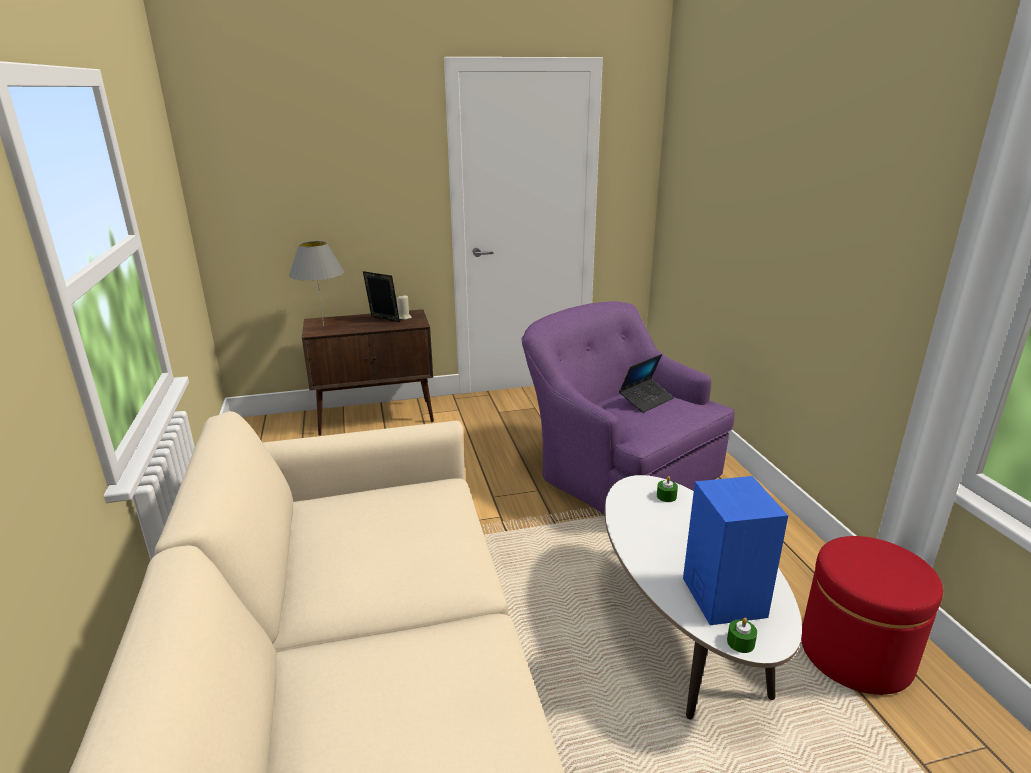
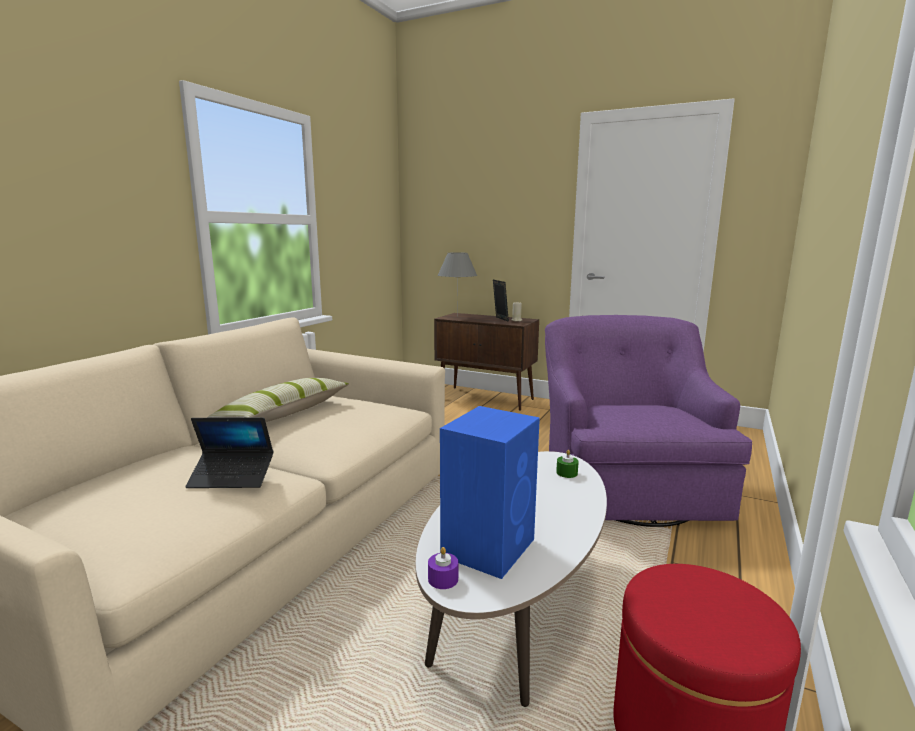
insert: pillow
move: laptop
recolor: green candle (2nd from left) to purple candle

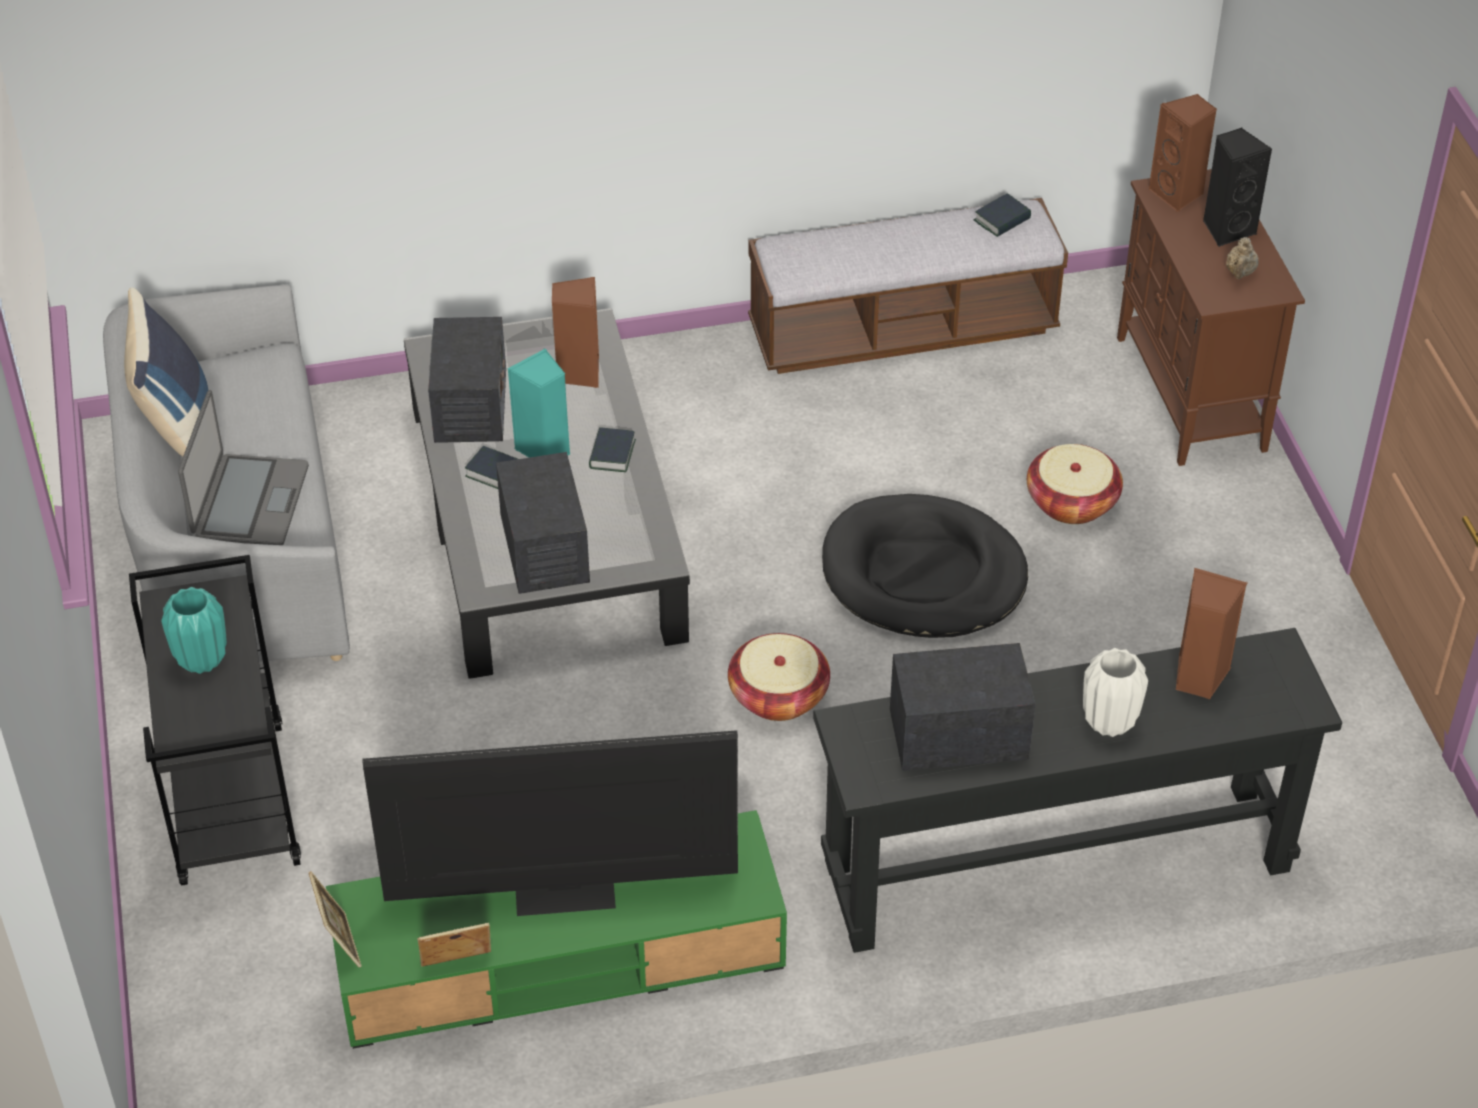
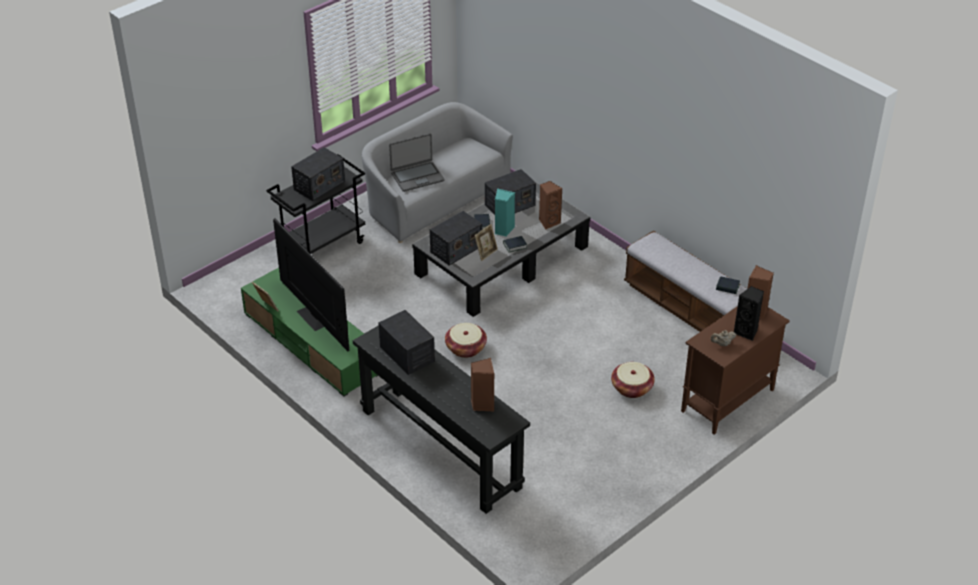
delete: blue pillow; black dog bed; white vase
move: picture frame (1st from left in the first image) to picture frame (2nd from left)
replace: turquoise vase to radio (1st from left)

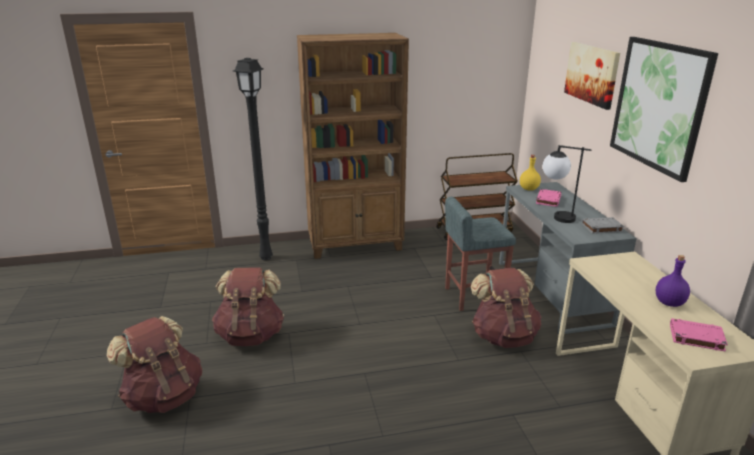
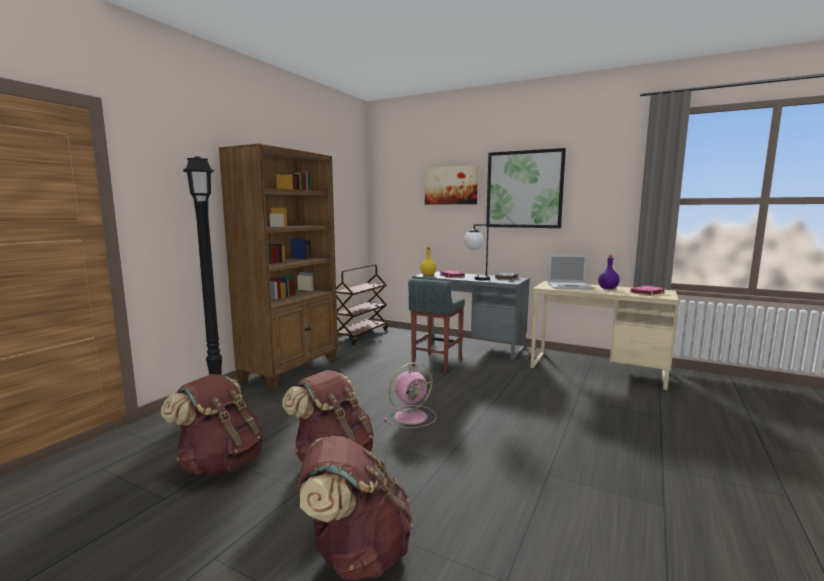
insert: laptop; pink fan
move: brown backpack (3rd from left in the first image) to brown backpack (1st from left)

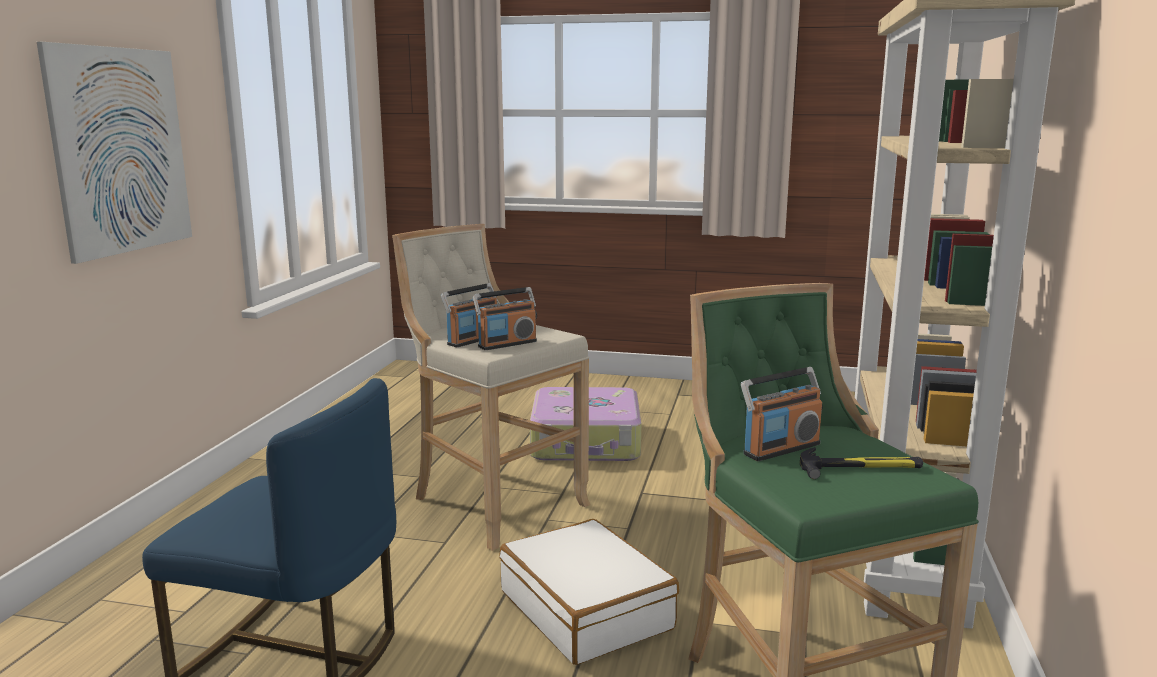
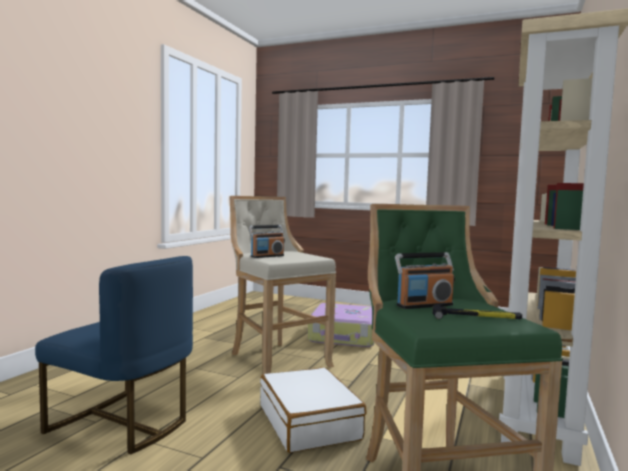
delete: picture; radio (2nd from left)

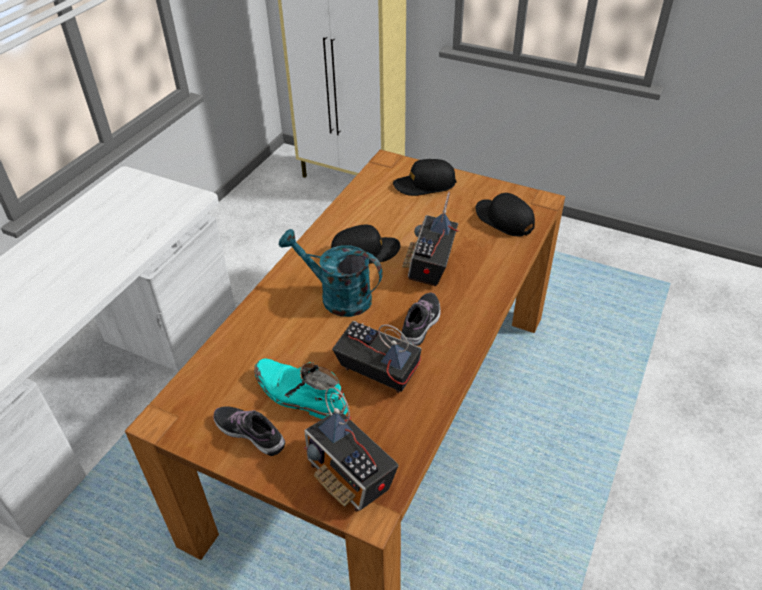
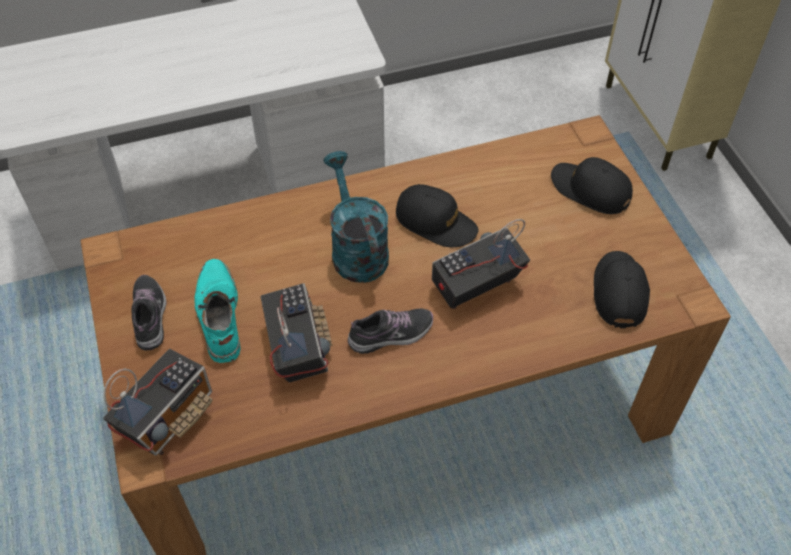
rotate: radio (1st from left) 150 degrees counterclockwise

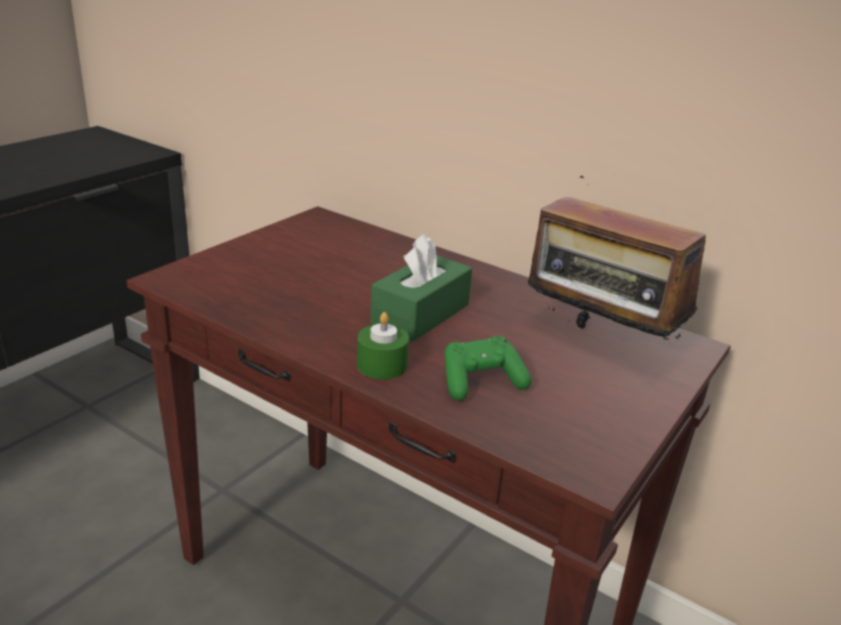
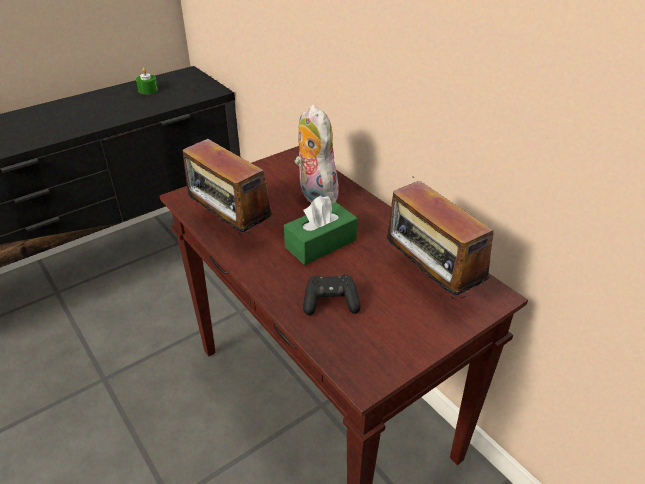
insert: plush toy; radio (1st from left)
move: green candle
recolor: green game controller to black game controller

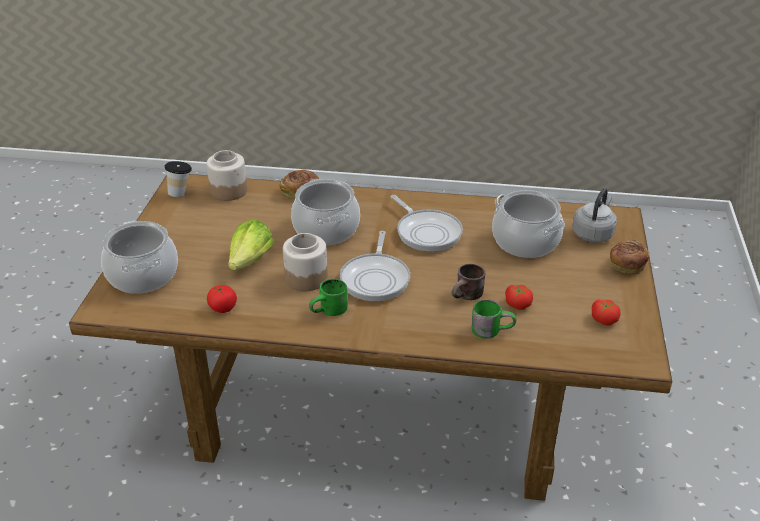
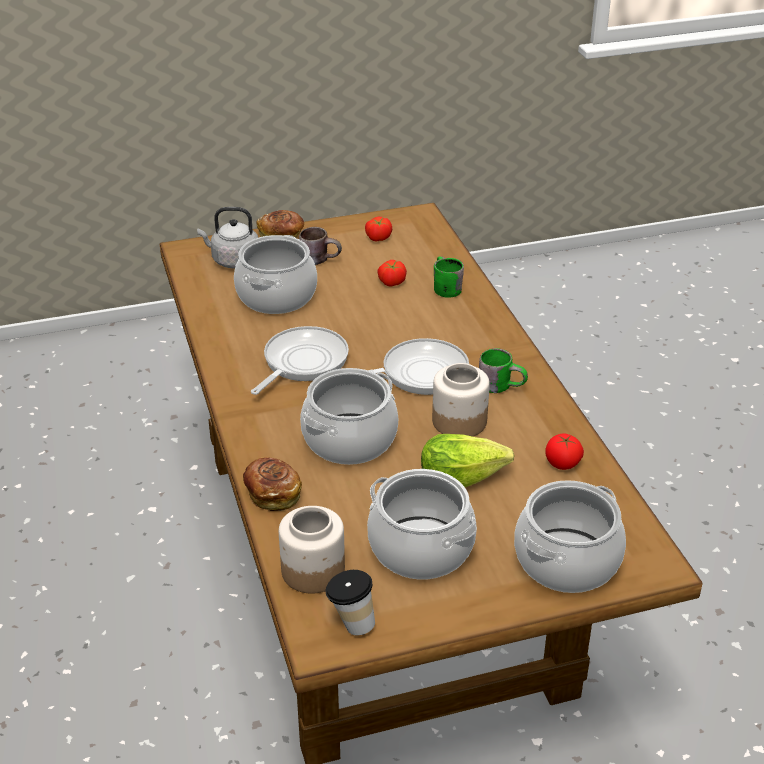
insert: cooking pot (3rd from left)
move: brown mug

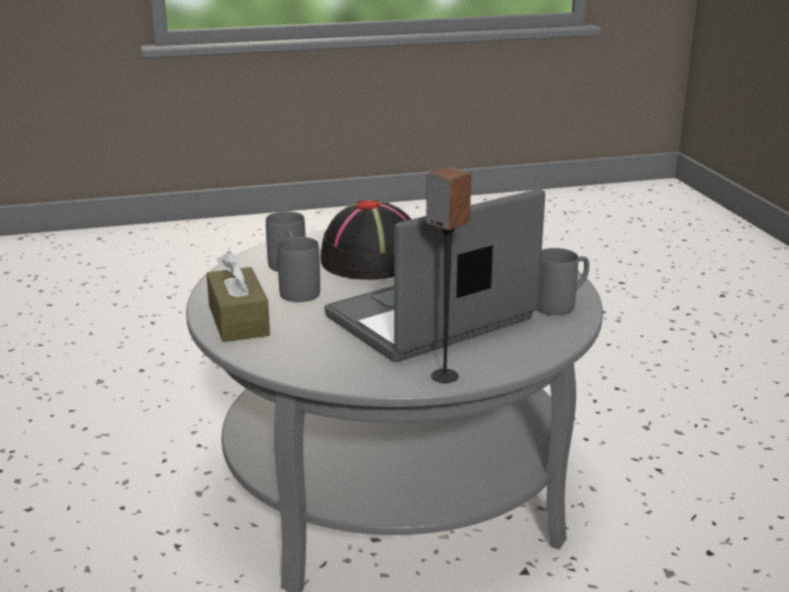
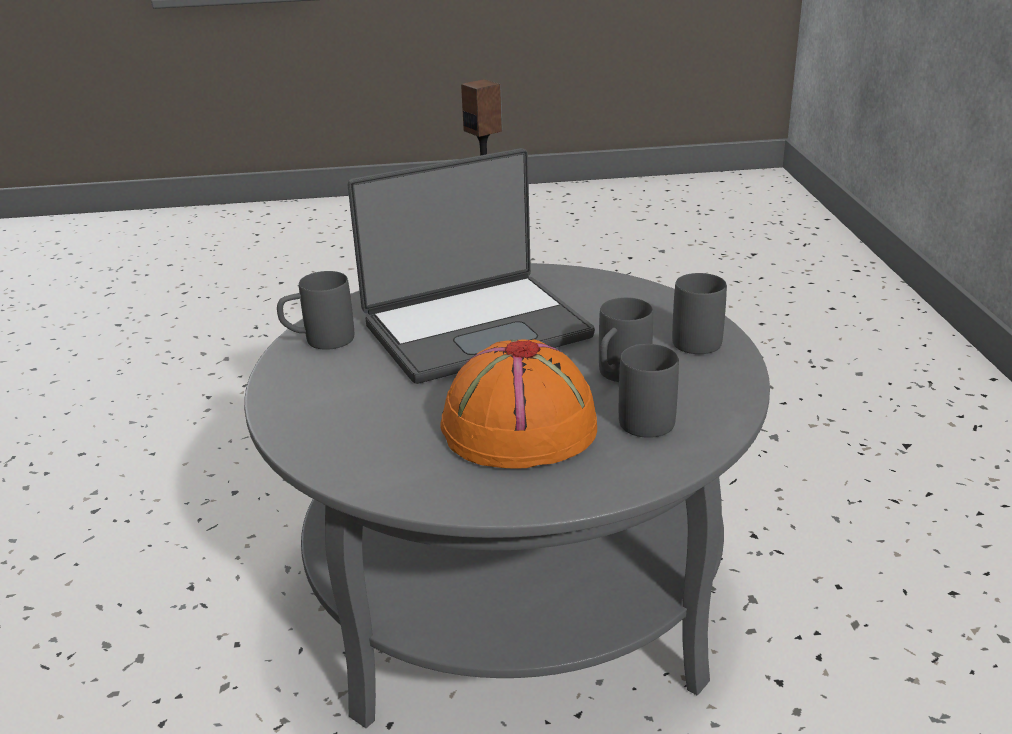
replace: brown tissue box to grey mug (4th from left)
recolor: black hat to orange hat

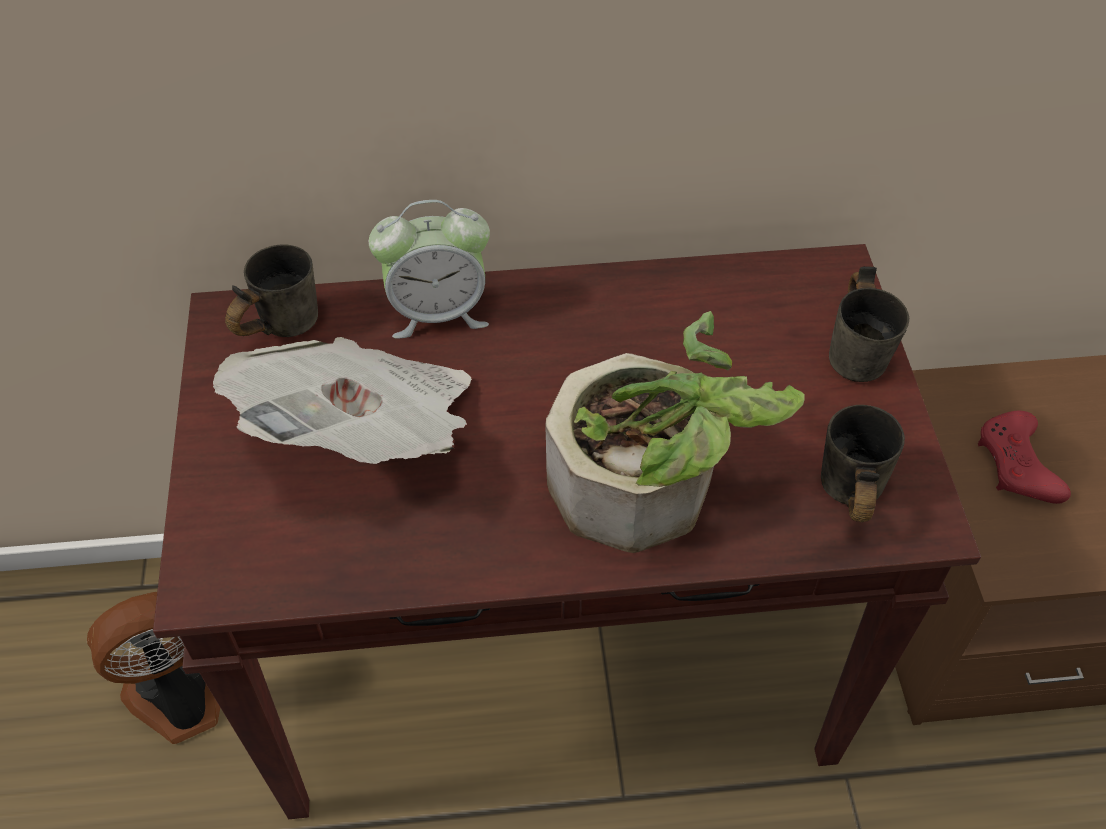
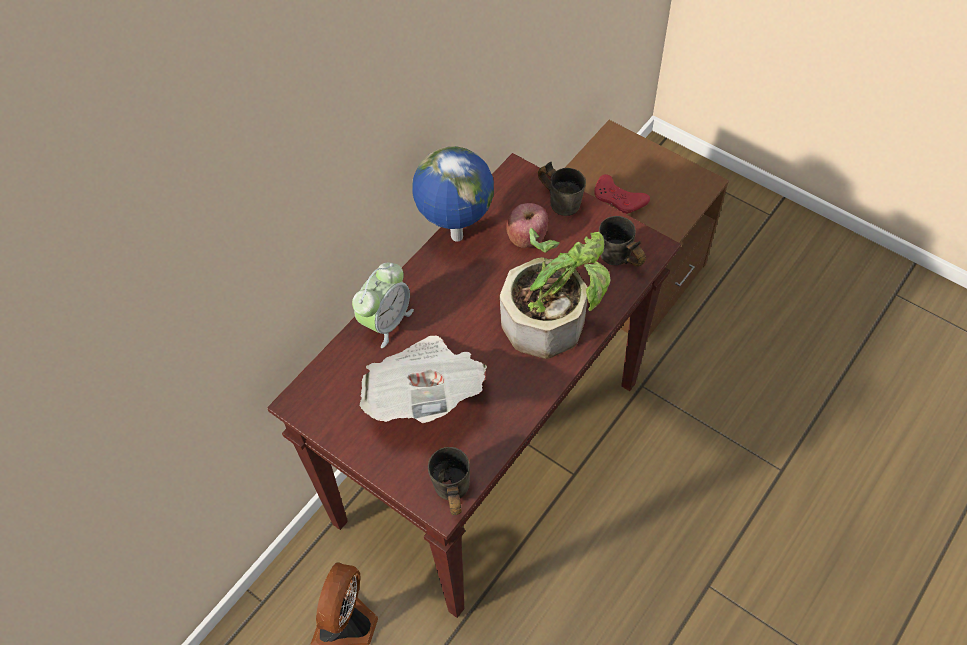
insert: globe; apple
move: grey mug (1st from left)

